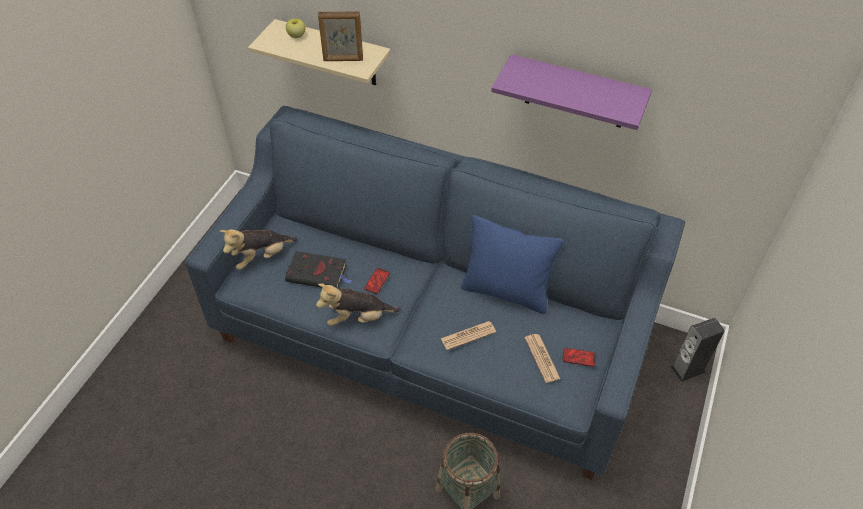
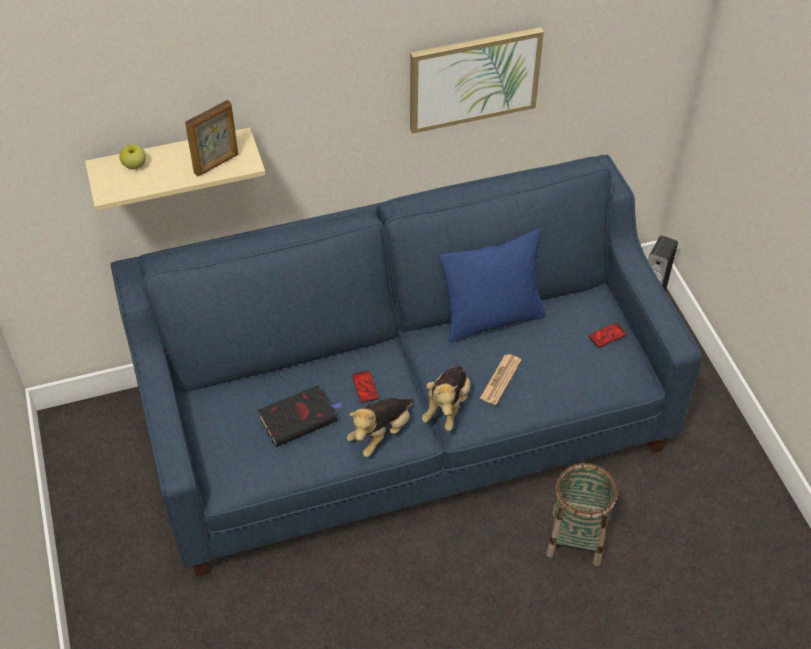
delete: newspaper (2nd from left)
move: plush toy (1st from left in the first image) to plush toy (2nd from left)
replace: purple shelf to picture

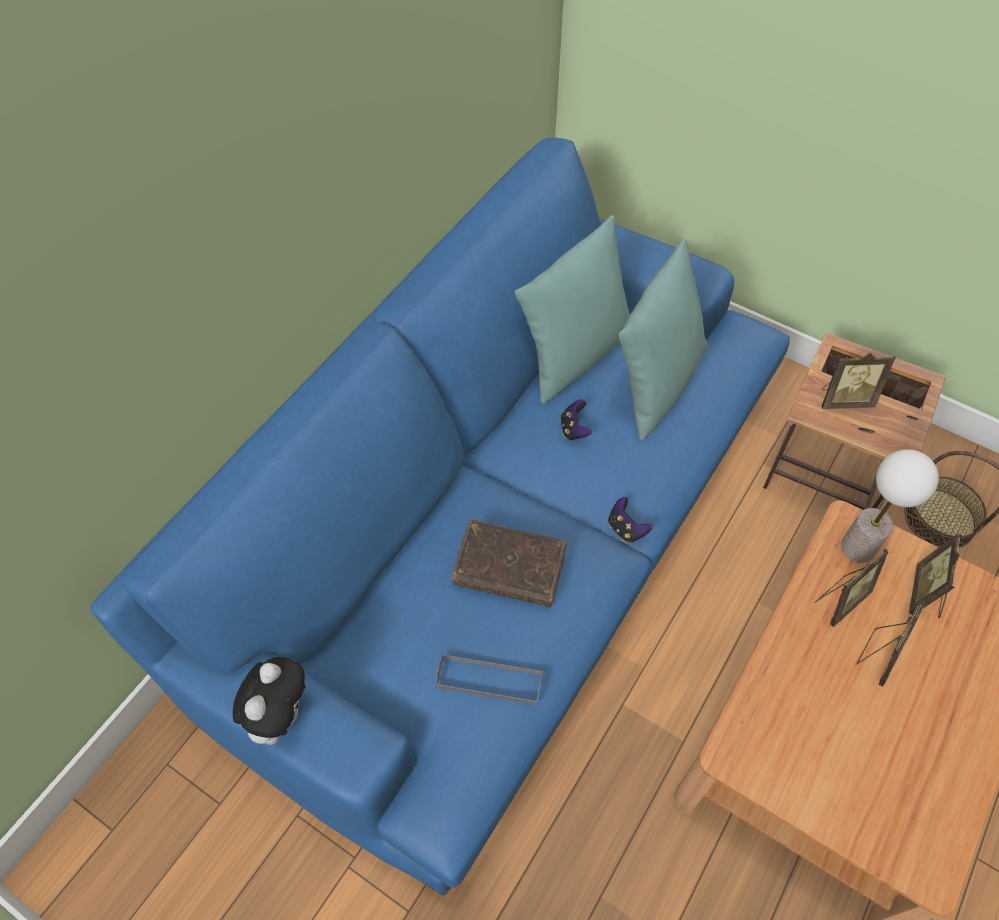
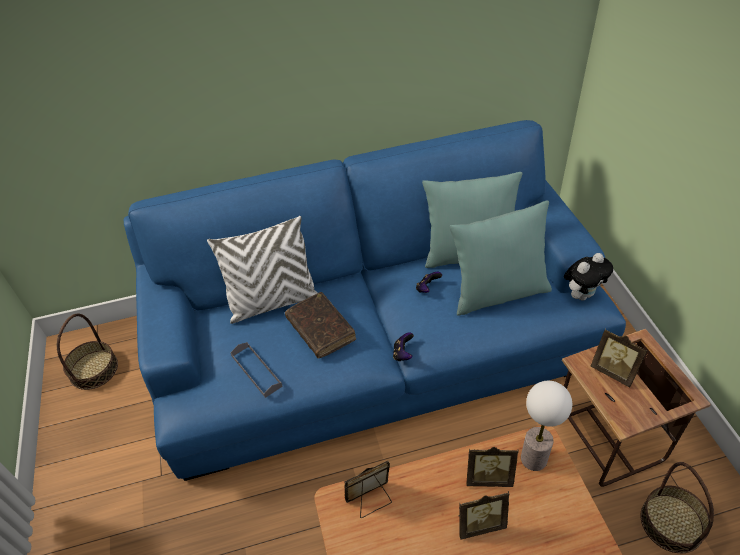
insert: white pillow; basket (1st from left)
move: picture frame (4th from left in the first image) to picture frame (1st from left); plush toy

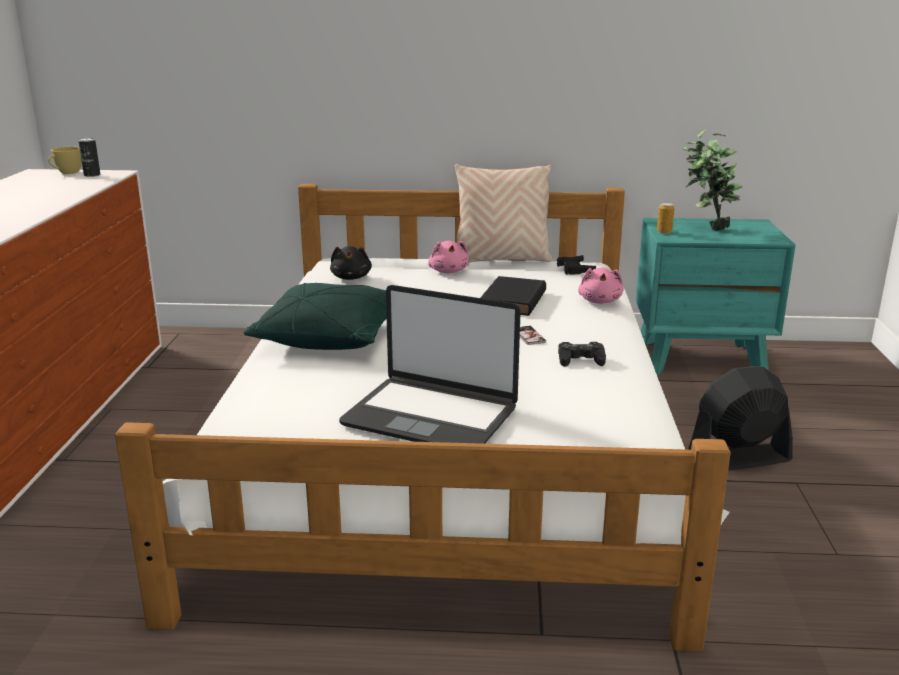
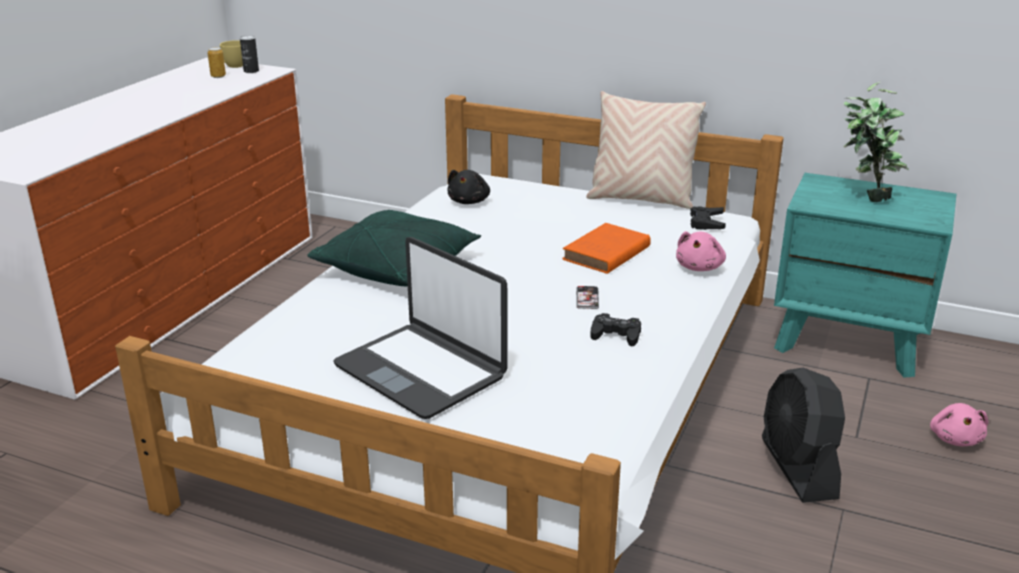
move: can (2nd from left in the first image) to can (1st from left); pink plush toy (1st from left in the first image) to pink plush toy (2nd from left)
recolor: black book to orange book
rotate: black fan 105 degrees counterclockwise

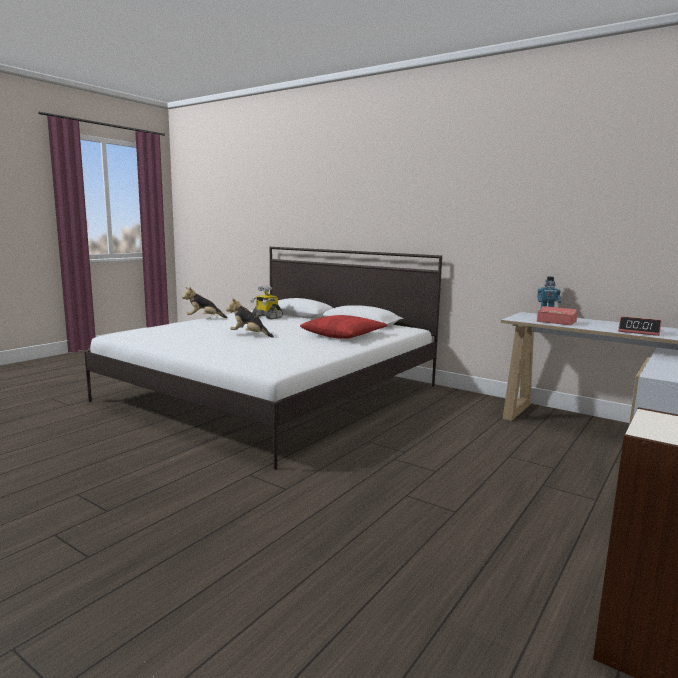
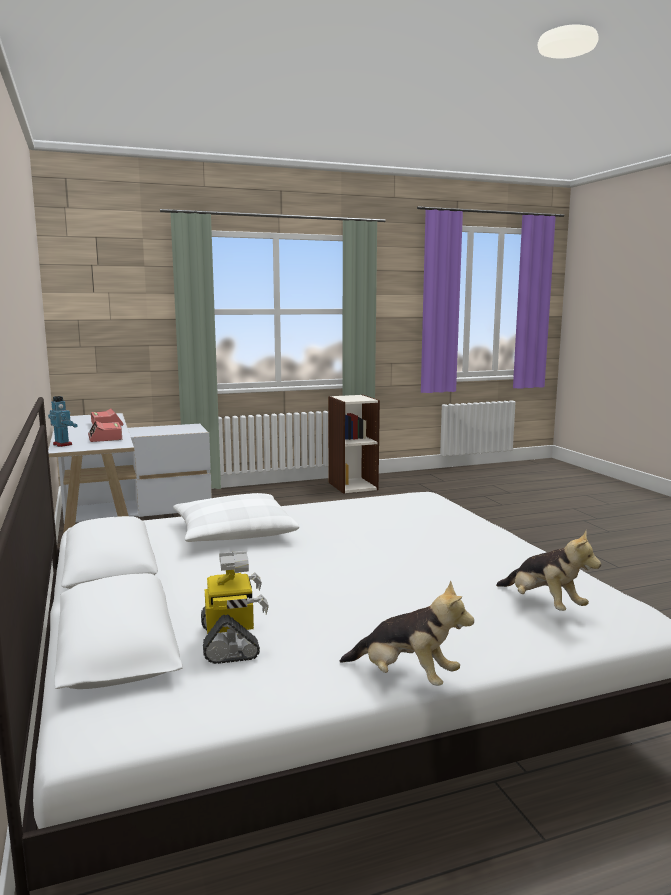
move: plush toy (2nd from left)
recolor: red pillow to white pillow

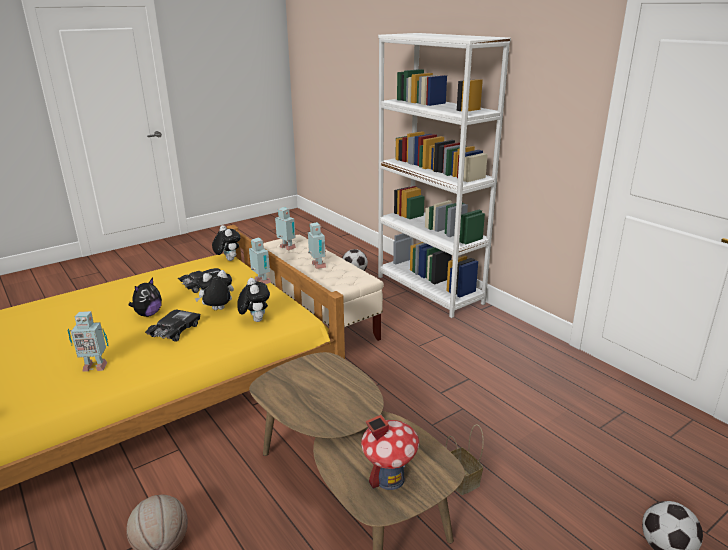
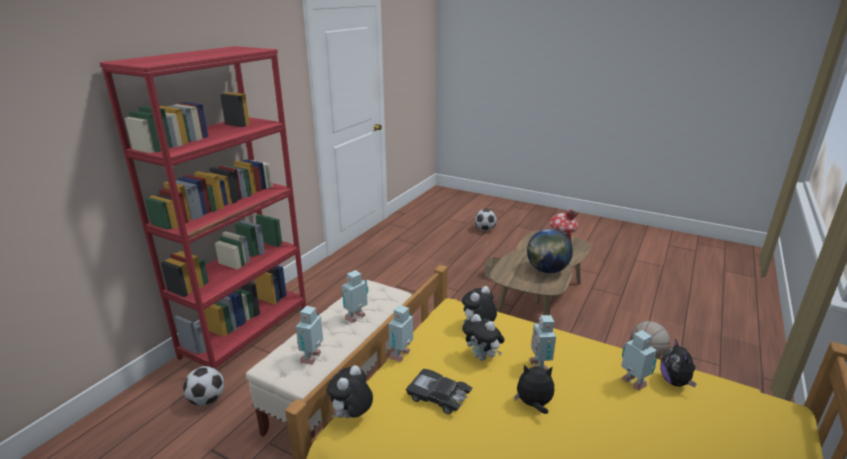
insert: globe; plush toy (5th from left)
replace: black toy car (1st from left) to toy robot (4th from left)
recolor: white bookcase to red bookcase

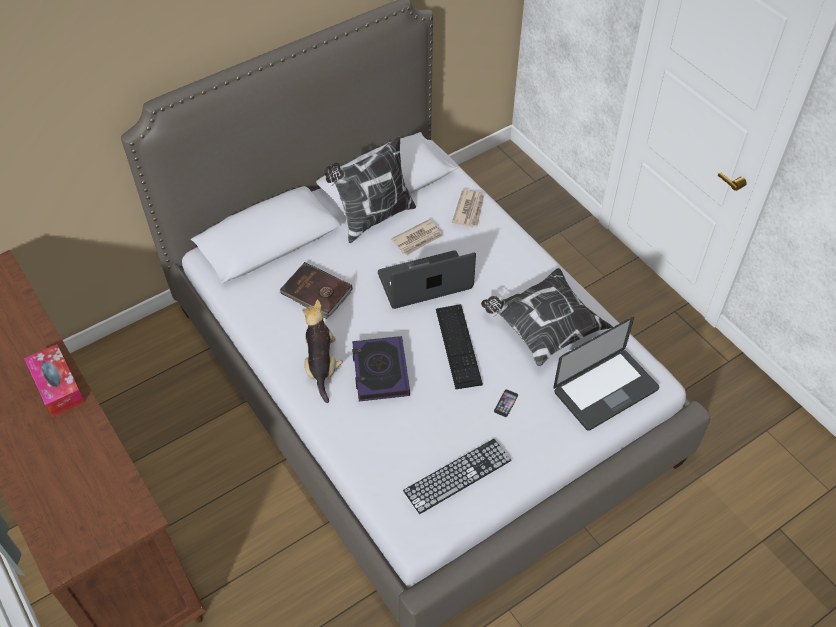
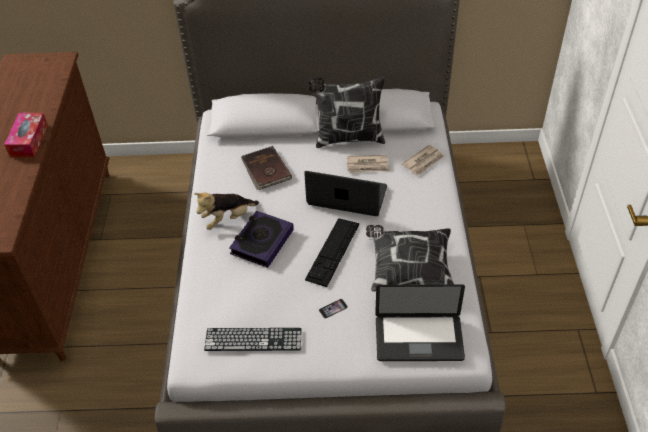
rotate: plush toy 150 degrees counterclockwise

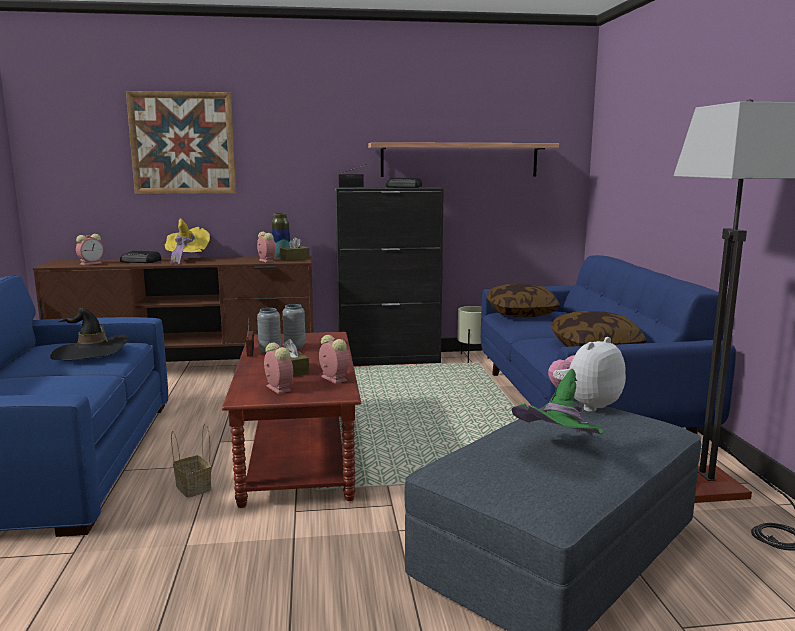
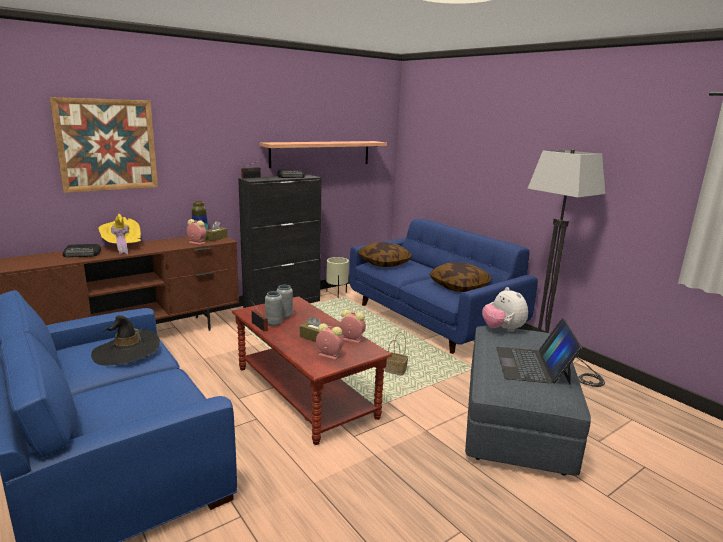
delete: alarm clock (1st from left)
move: basket
replace: green hat to laptop
rotate: plush toy 45 degrees counterclockwise

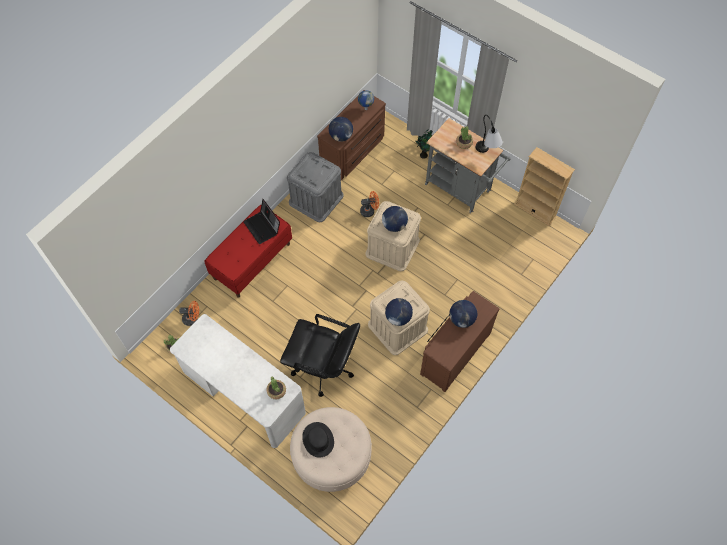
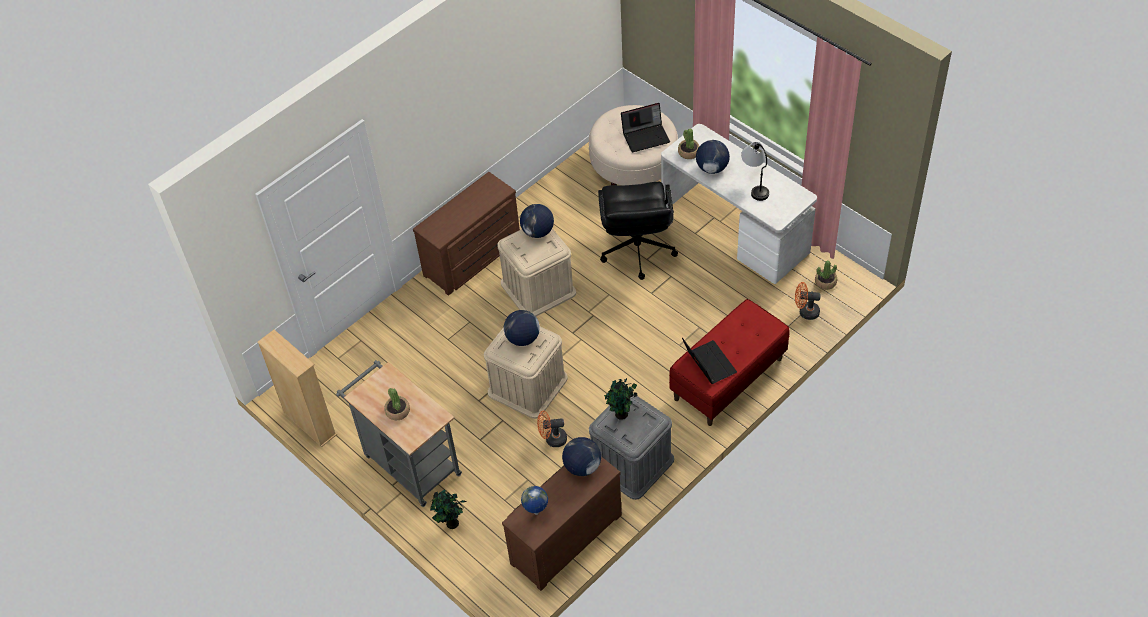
insert: potted plant (3rd from left)
move: table lamp; globe (5th from left)
replace: black hat to laptop (1st from left)
rotate: black office chair 120 degrees counterclockwise

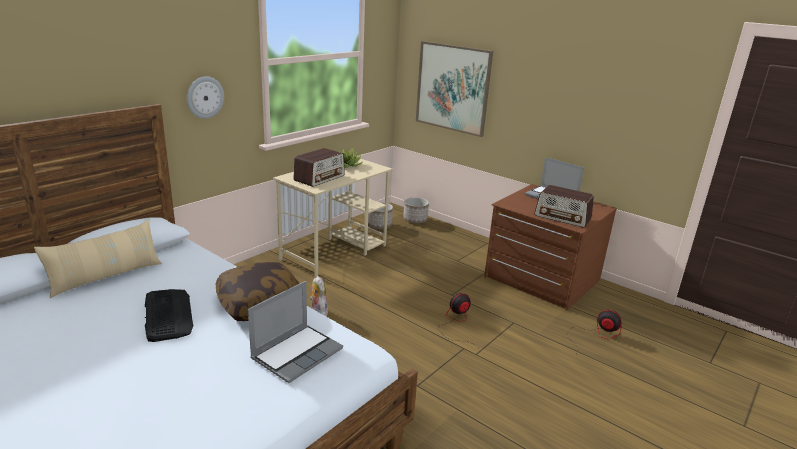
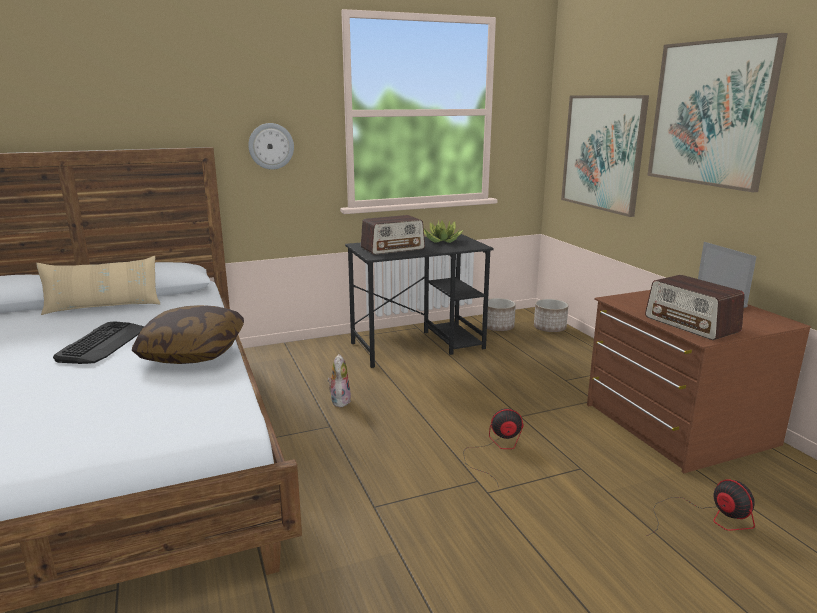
delete: laptop (1st from left)
insert: picture (2nd from left)
recolor: beige desk to black desk

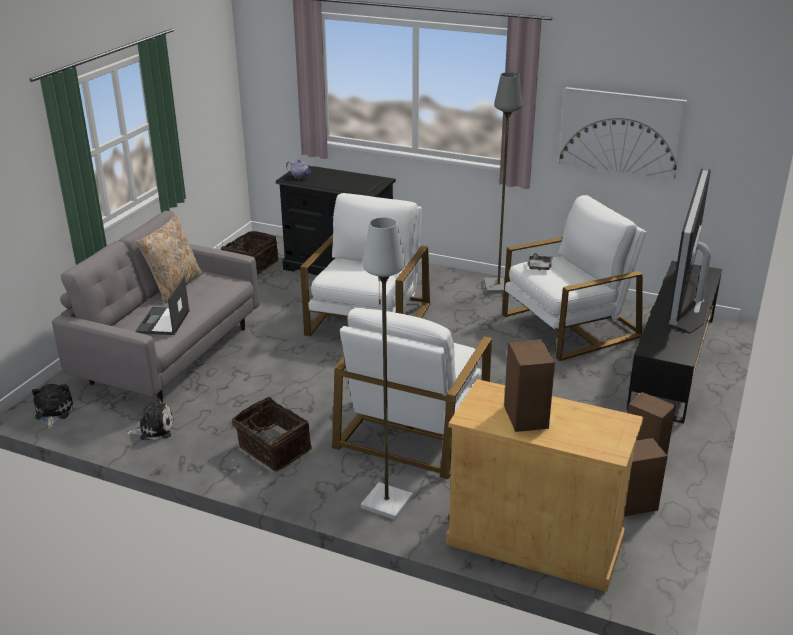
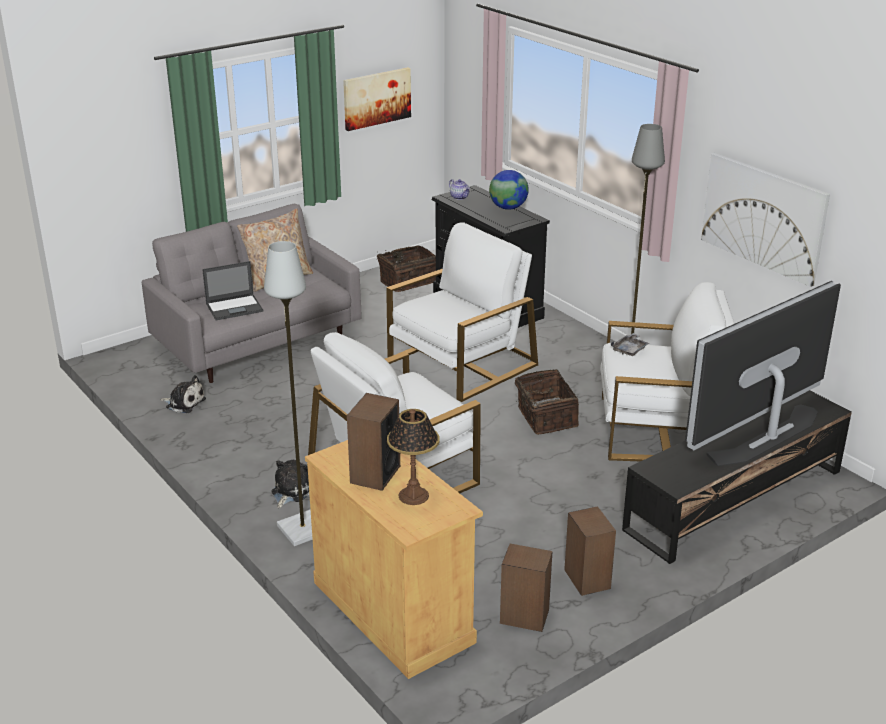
insert: picture (1st from left); globe; table lamp
move: plush toy (1st from left in the first image) to plush toy (2nd from left); basket (2nd from left)
rotate: laptop 150 degrees counterclockwise

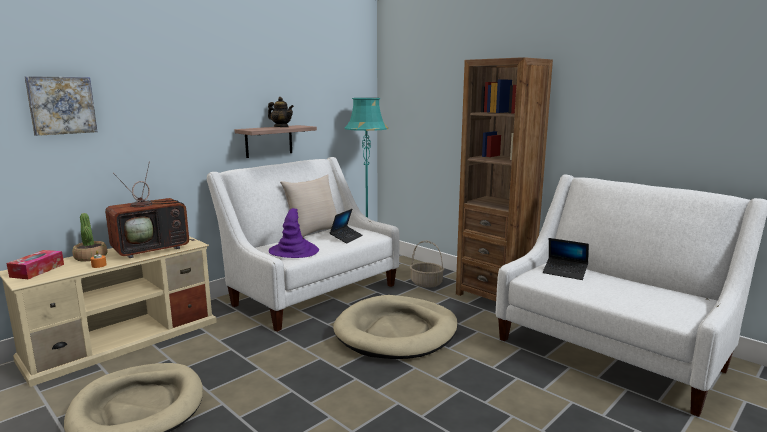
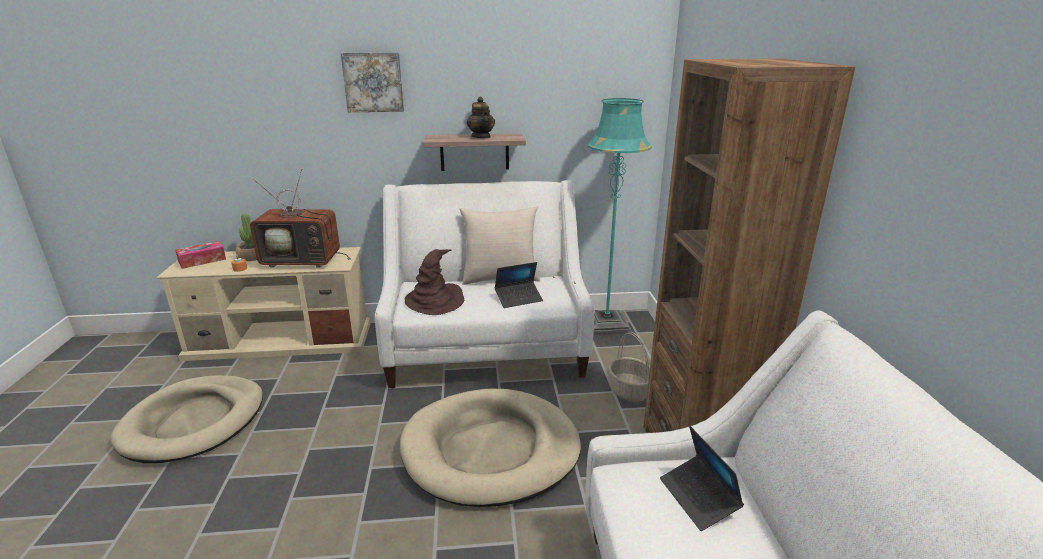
move: picture
recolor: purple hat to brown hat

